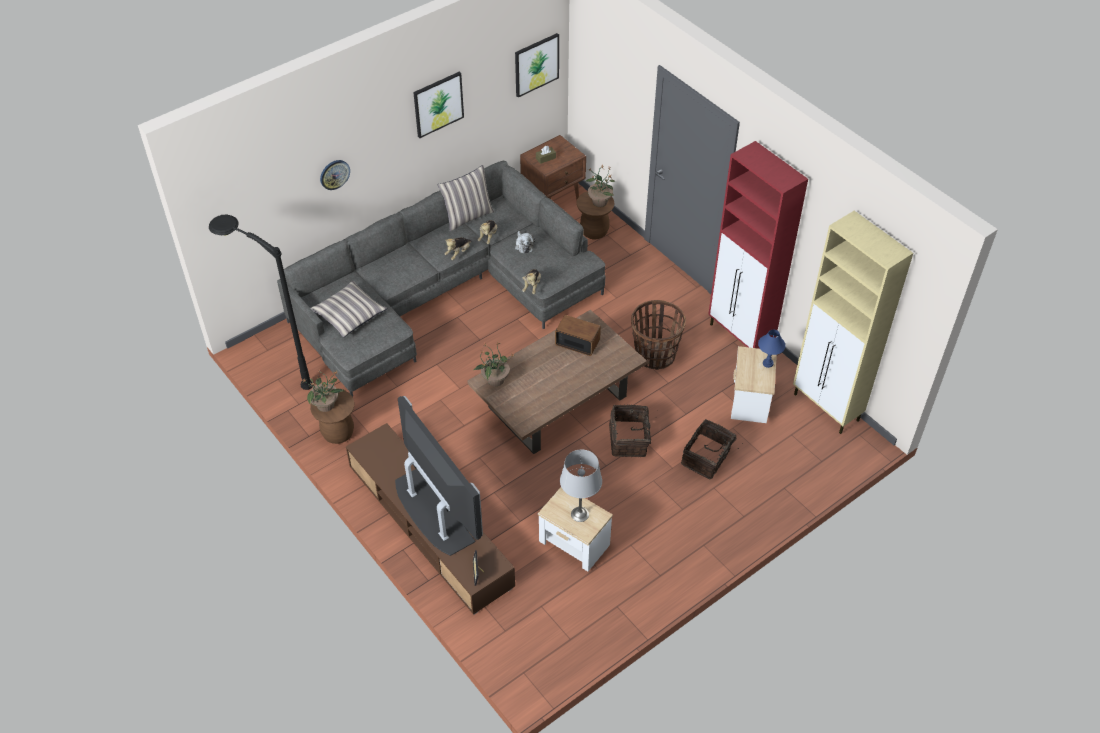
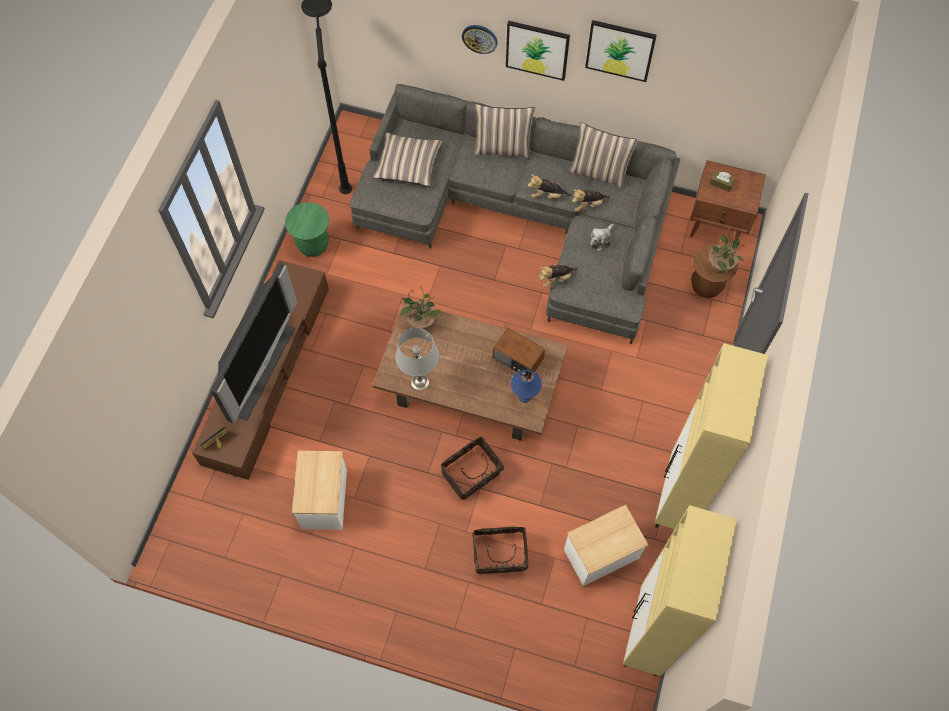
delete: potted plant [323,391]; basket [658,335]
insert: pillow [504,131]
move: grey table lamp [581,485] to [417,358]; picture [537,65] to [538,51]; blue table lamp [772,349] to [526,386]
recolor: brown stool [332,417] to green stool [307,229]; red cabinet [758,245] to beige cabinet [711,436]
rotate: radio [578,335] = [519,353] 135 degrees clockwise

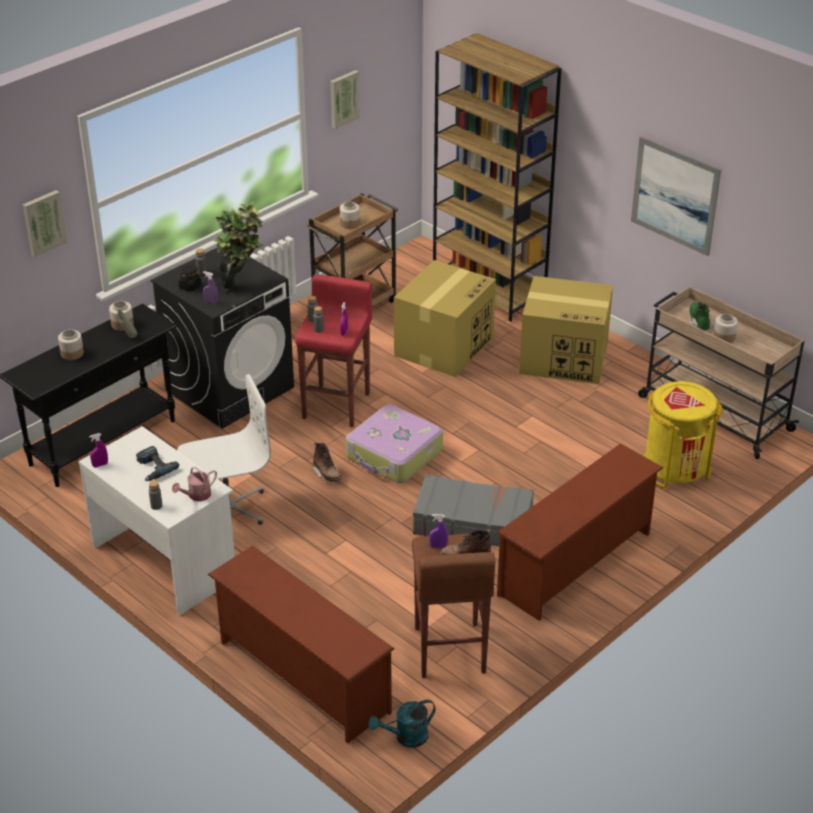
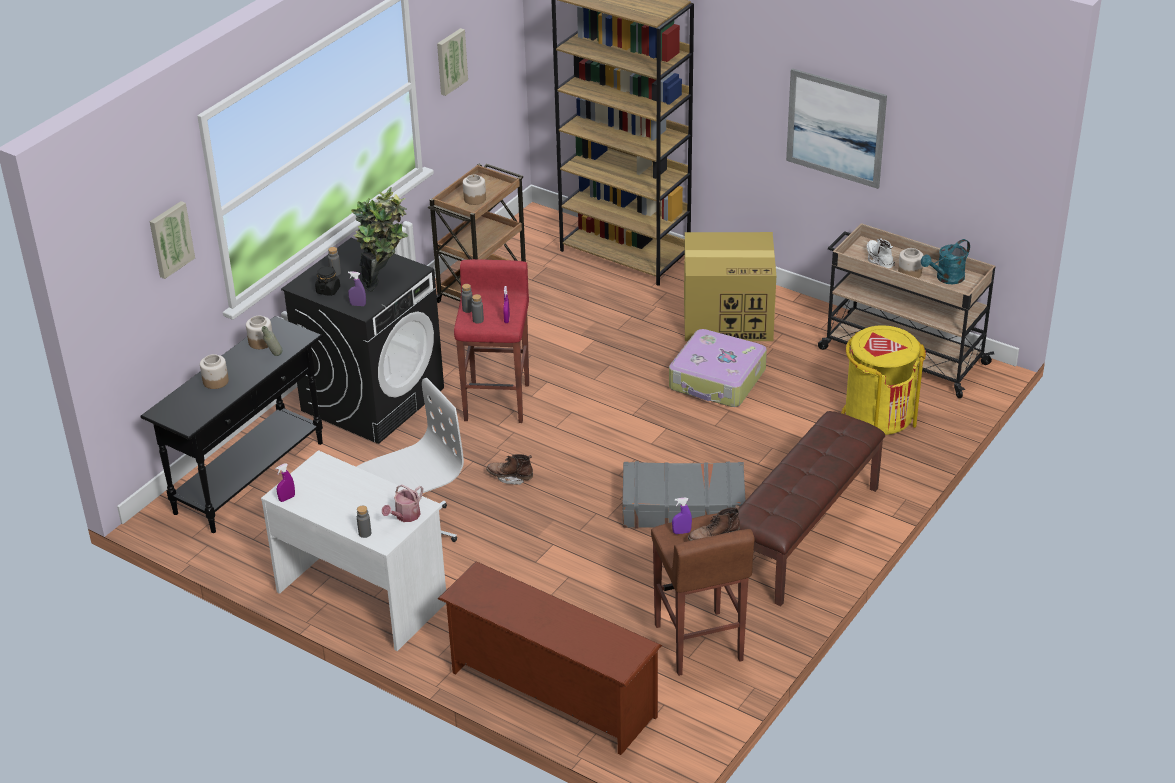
delete: power drill [157,463]; cardboard box [445,318]
move: suitcase [394,443] to [718,368]; turquoise watering can [401,723] to [945,261]
replace: brown shoe rack [580,532] to brown bench [811,508]
recolor: green boot [700,315] to white boot [881,253]
rotate: brown boot [327,462] = [509,469] 150 degrees clockwise

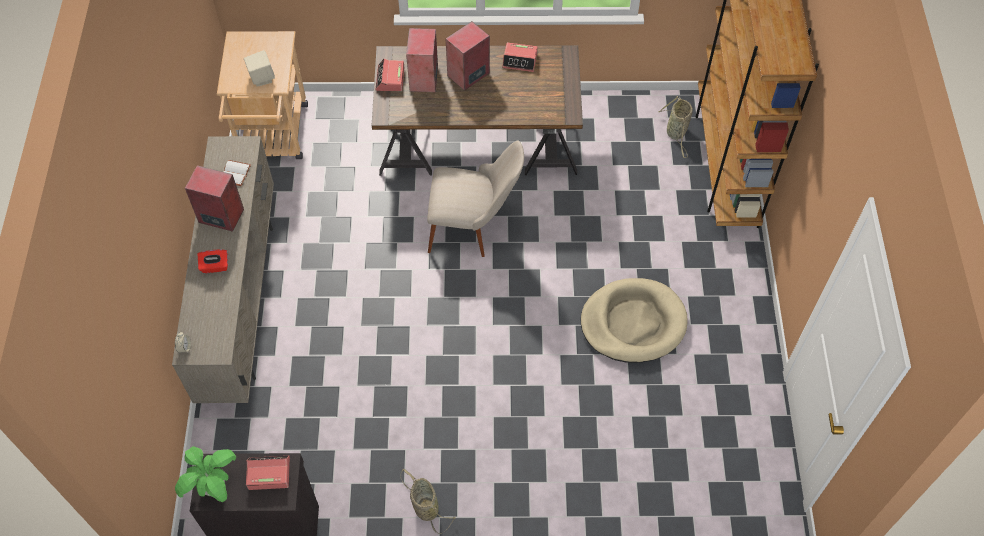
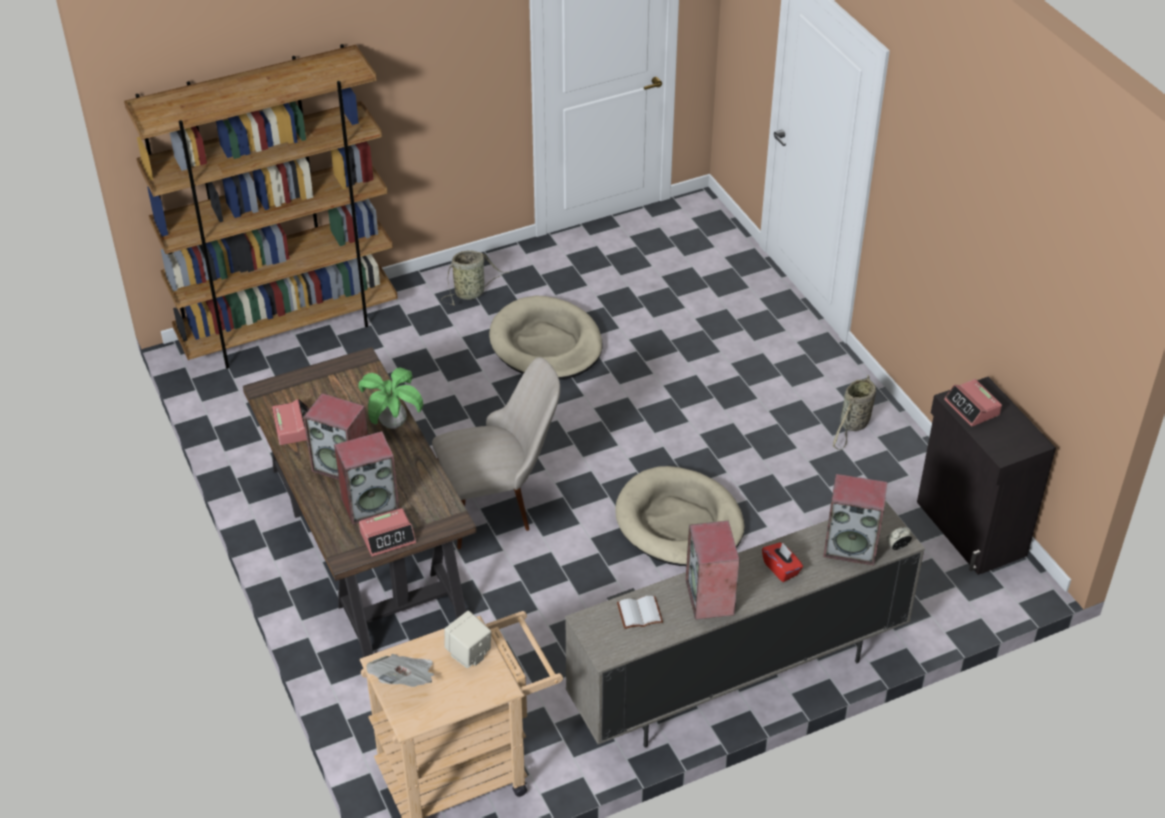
insert: newspaper [400,670]; beige dog bed [680,516]; speaker [855,519]
move: potted plant [205,474] to [390,398]; basket [676,127] to [475,278]
rotate: beige chair [475,199] = [496,453] 90 degrees clockwise

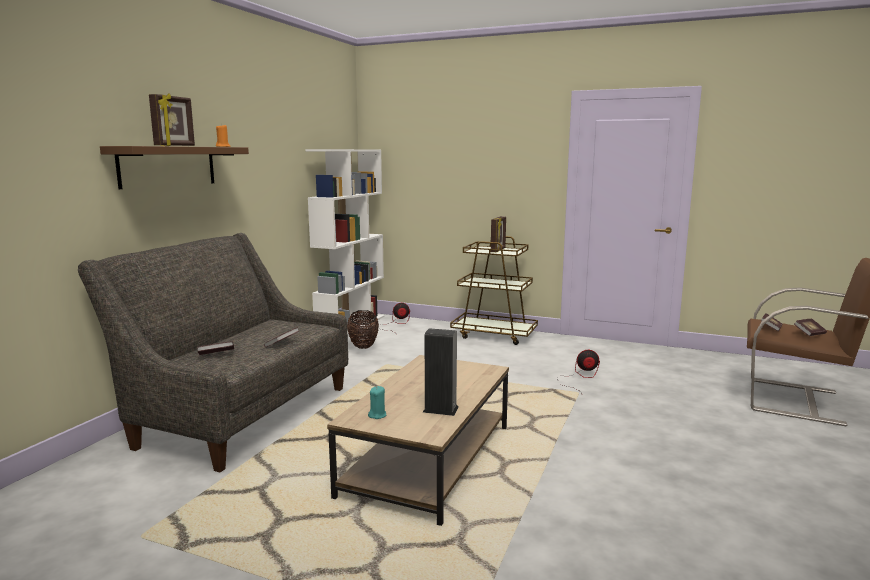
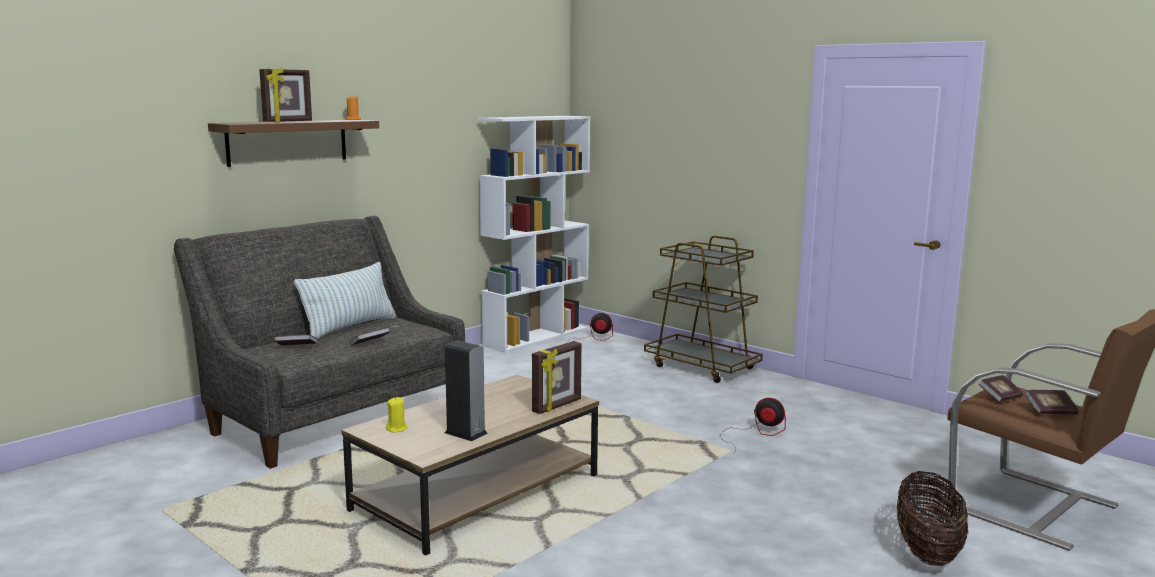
insert: pillow [345,300]
move: picture frame [498,234] to [556,377]; basket [363,329] to [932,518]
recolor: turquoise candle [377,402] to yellow candle [397,414]

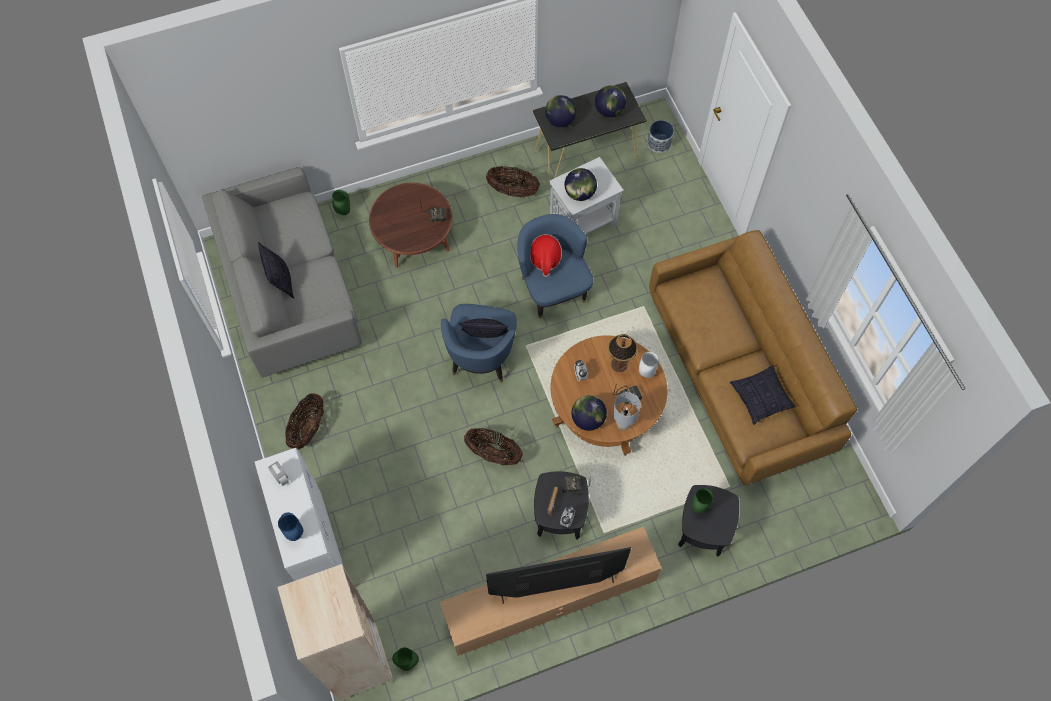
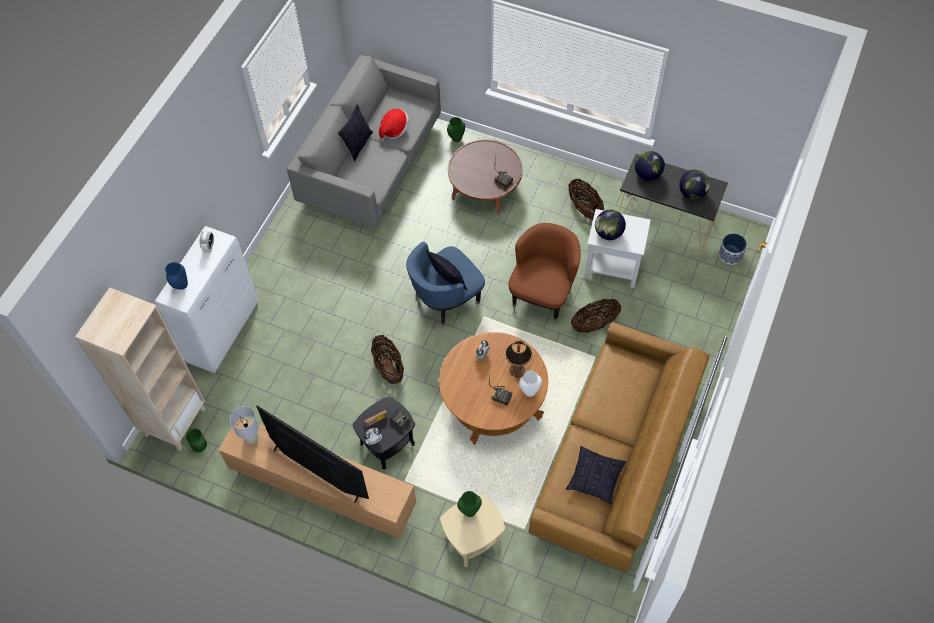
delete: globe [589,413]
move: grey table lamp [627,411] to [244,425]; hat [546,255] to [394,125]; basket [304,421] to [596,316]
recolor: black side table [708,521] to beige side table [472,530]; blue armchair [555,266] to brown armchair [544,272]

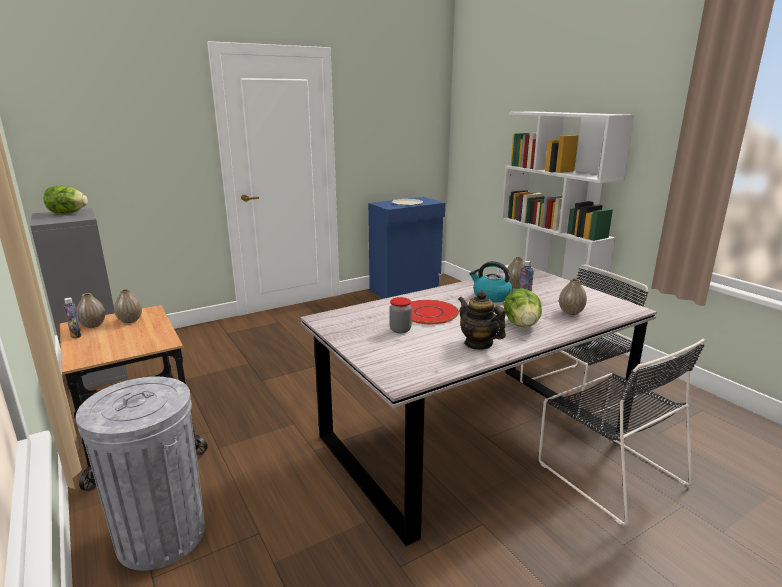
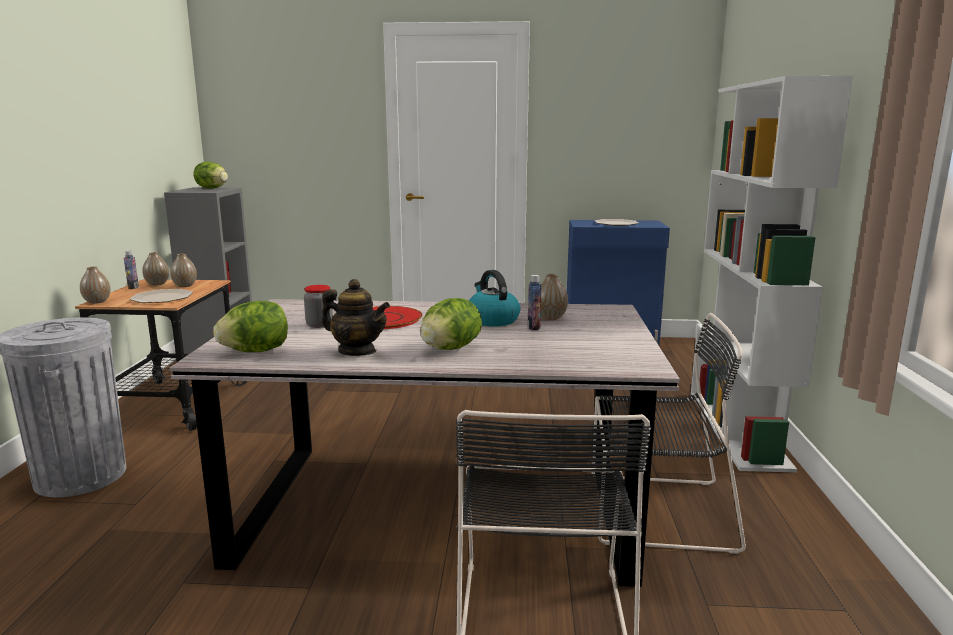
insert: plate [161,296]; lettuce [251,326]
move: vase [573,297] to [95,285]
rotate: teapot [482,320] = [356,317] 120 degrees clockwise

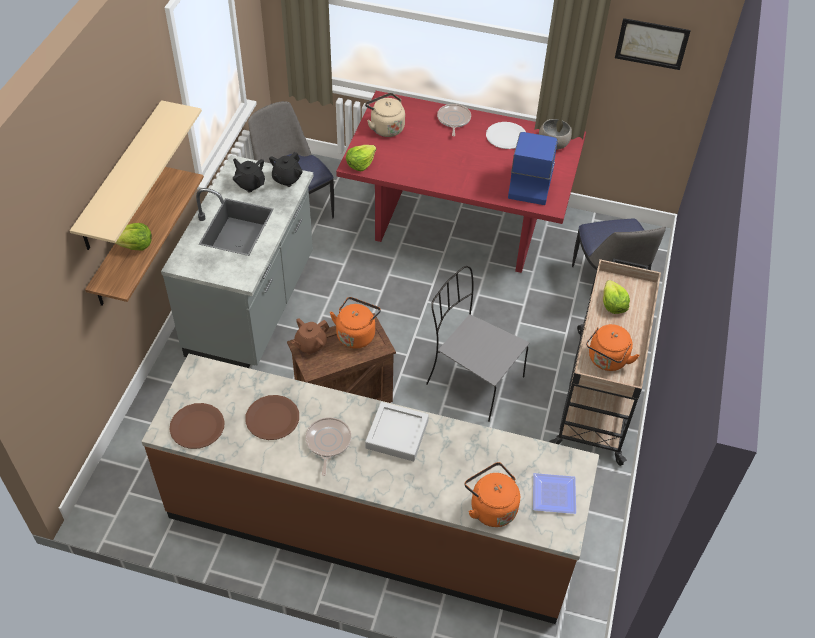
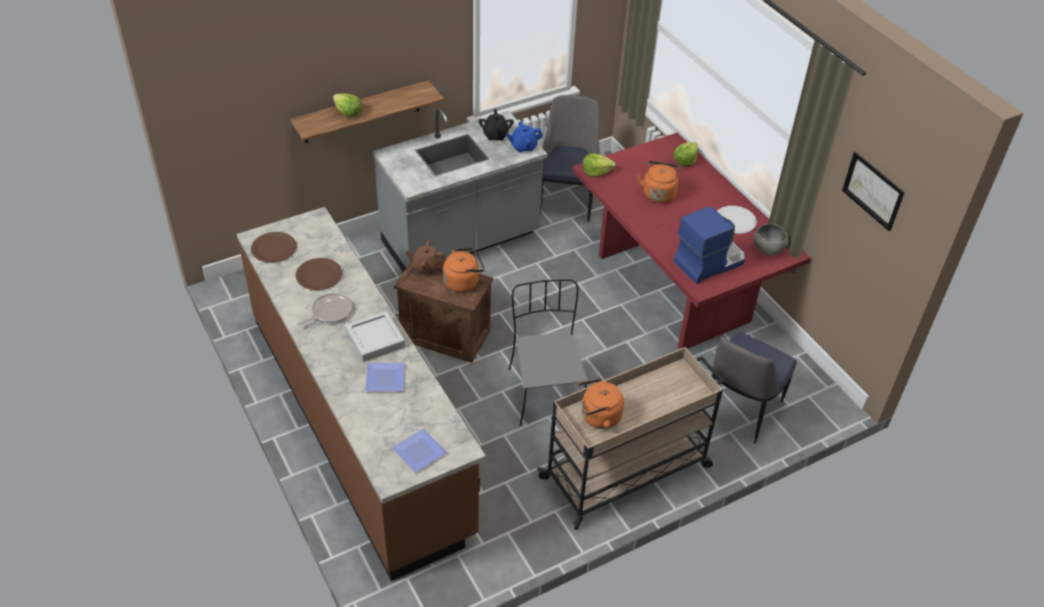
delete: beige shelf [136,175]; beige kettle [385,115]; frying pan [454,120]
insert: plate [385,377]
move: orange kettle [492,494] to [658,182]; lettuce [616,297] to [685,154]
recolor: black teapot [286,169] to blue teapot [524,137]

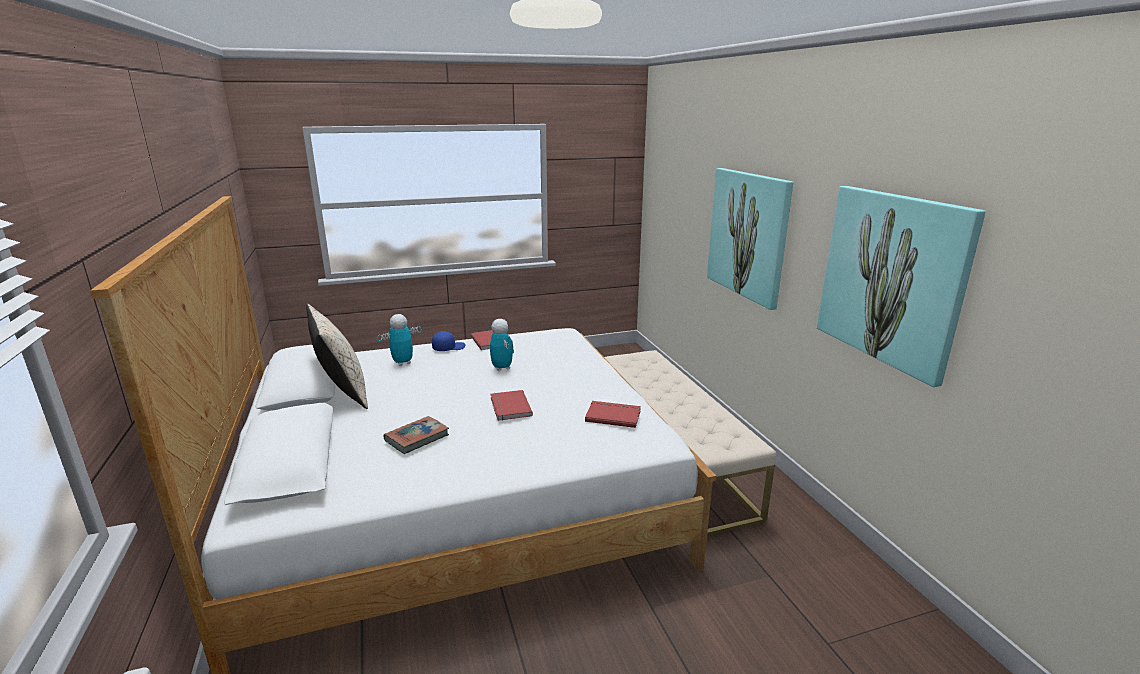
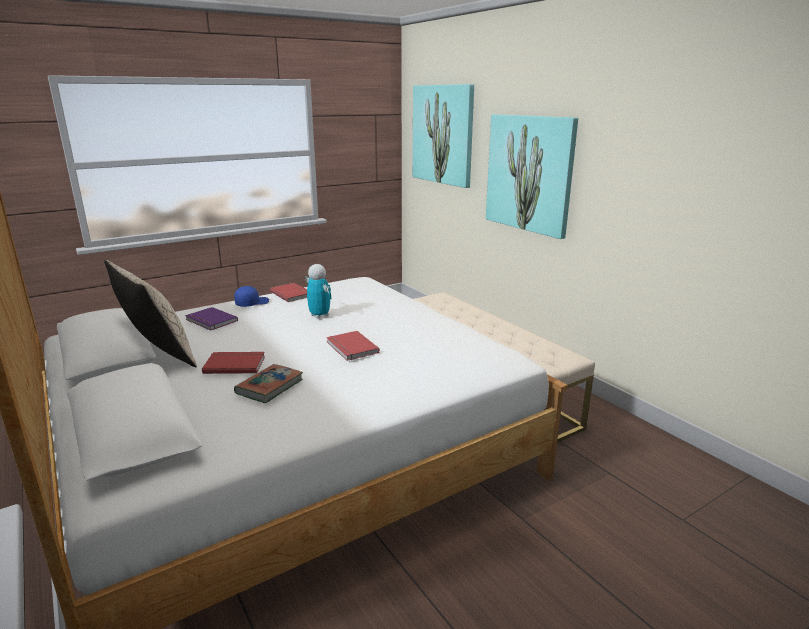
move: red book [613,414] to [233,363]; picture [901,286] to [443,136]
replace: toy robot [399,340] to purple book [211,319]

